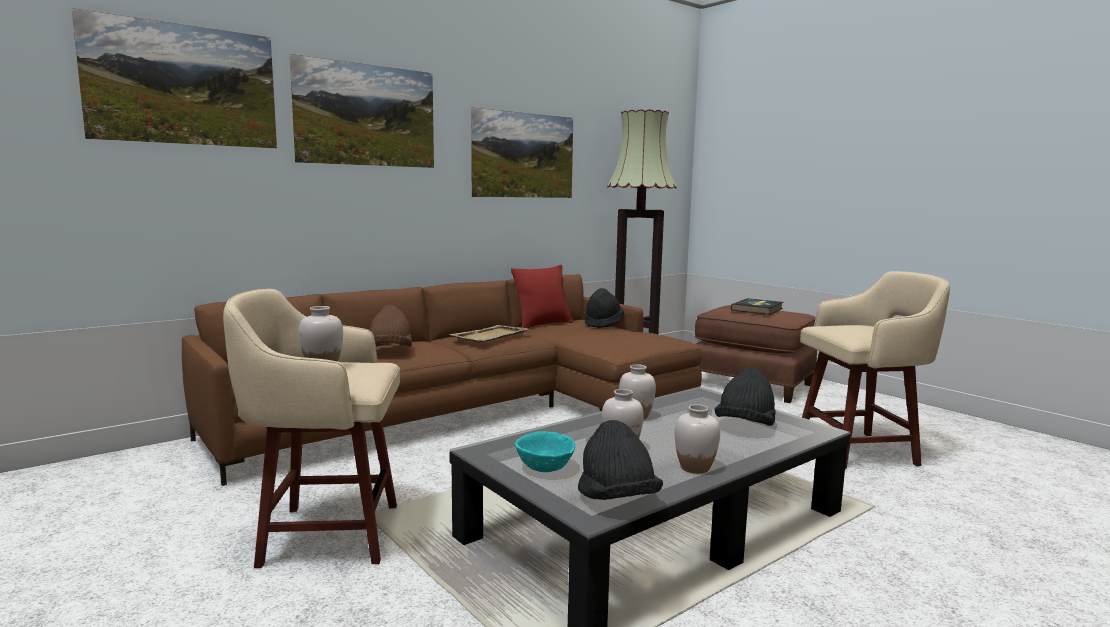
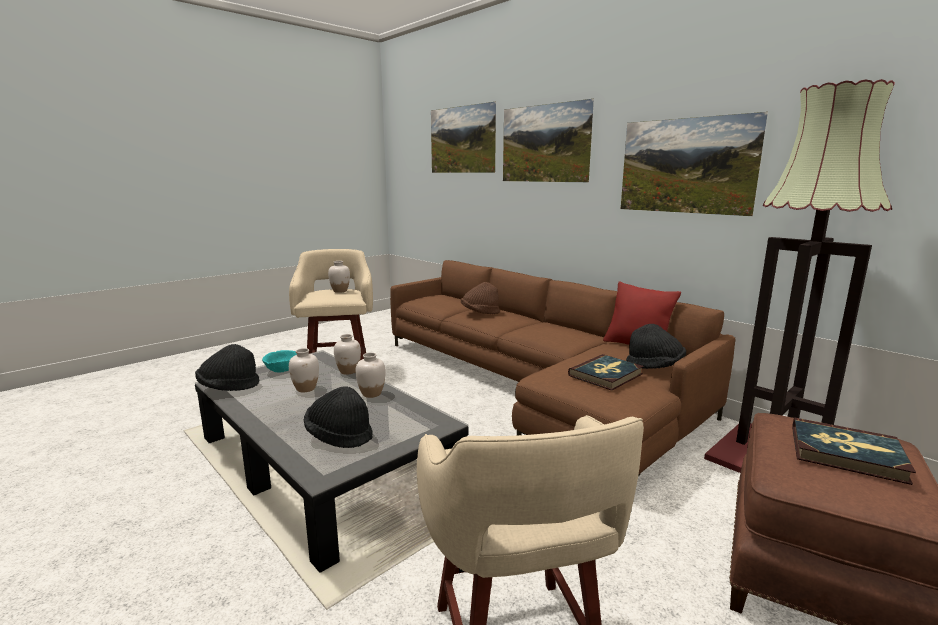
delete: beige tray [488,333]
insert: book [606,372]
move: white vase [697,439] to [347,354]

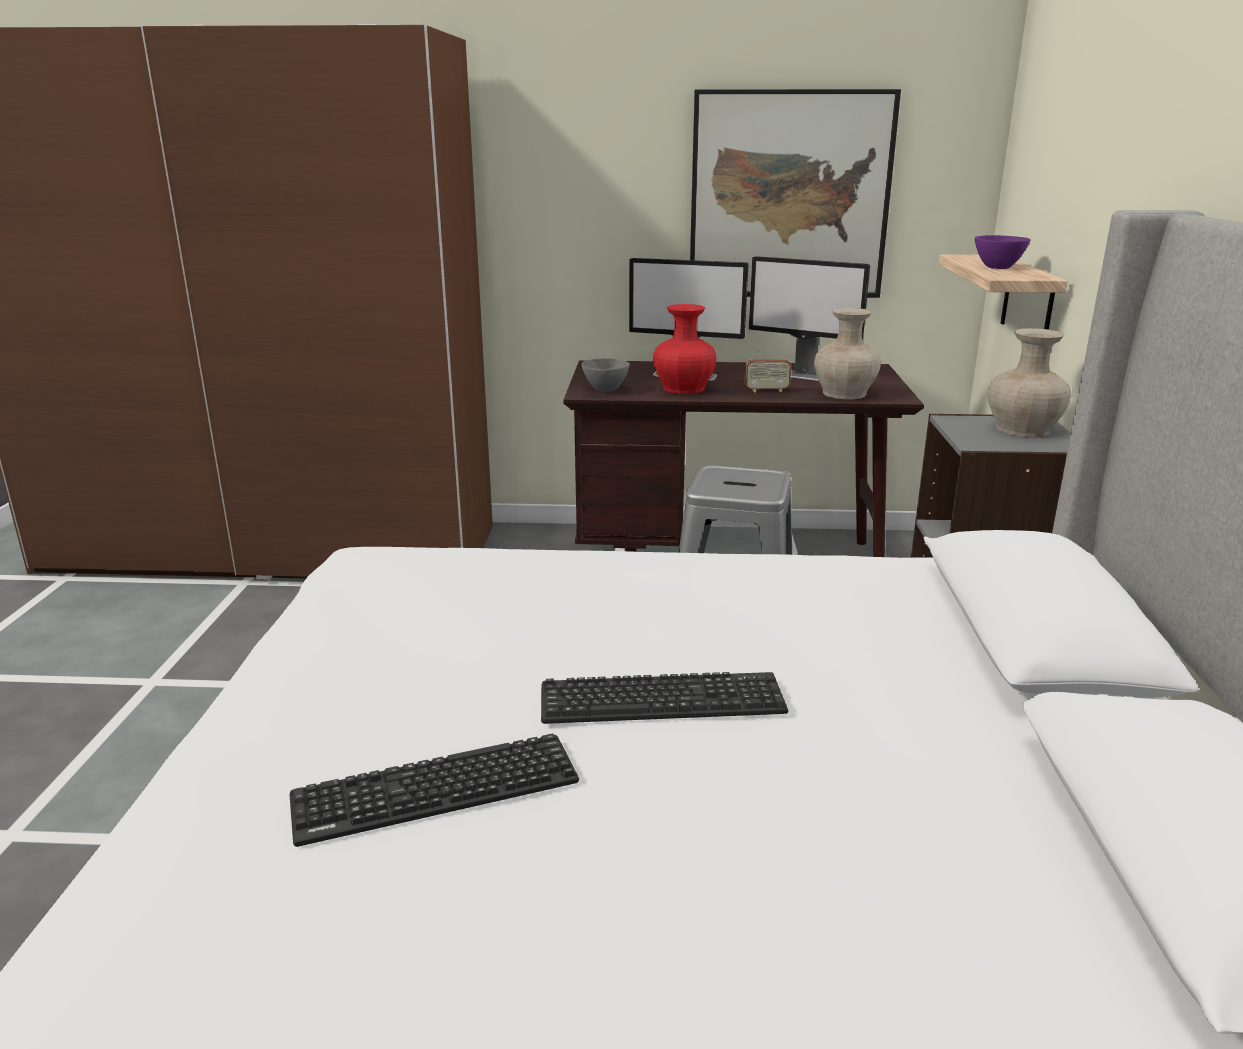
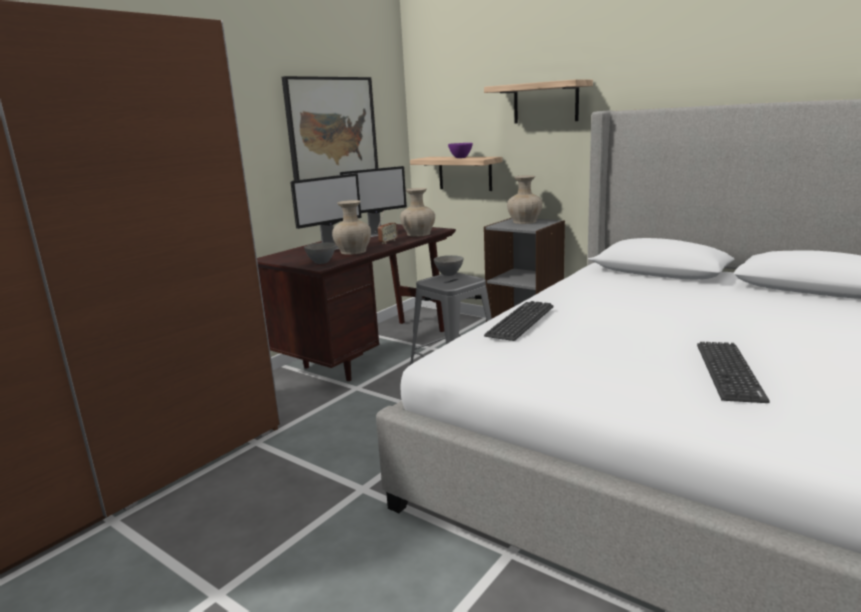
insert: grey bowl [449,265]; shelf [538,101]
move: keyboard [664,698] to [519,321]
recolor: red vase [684,349] to beige vase [351,227]

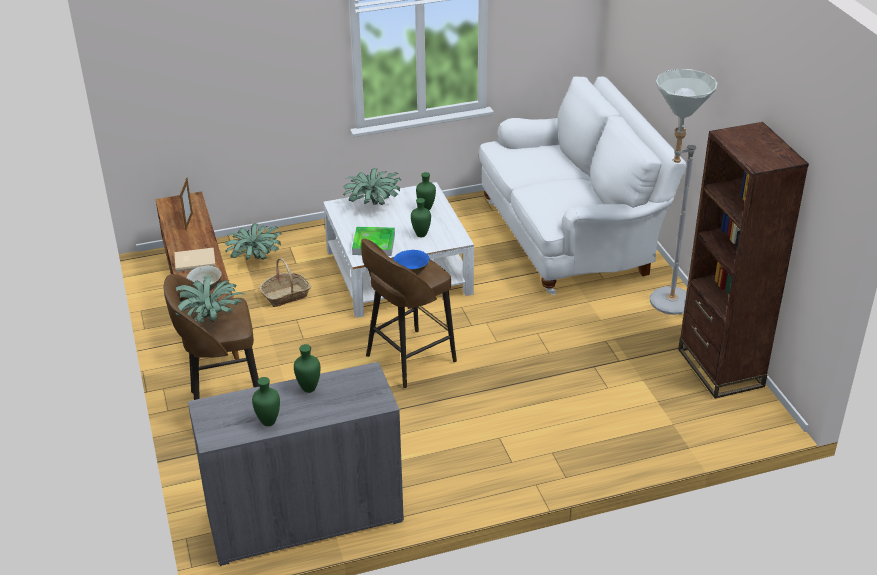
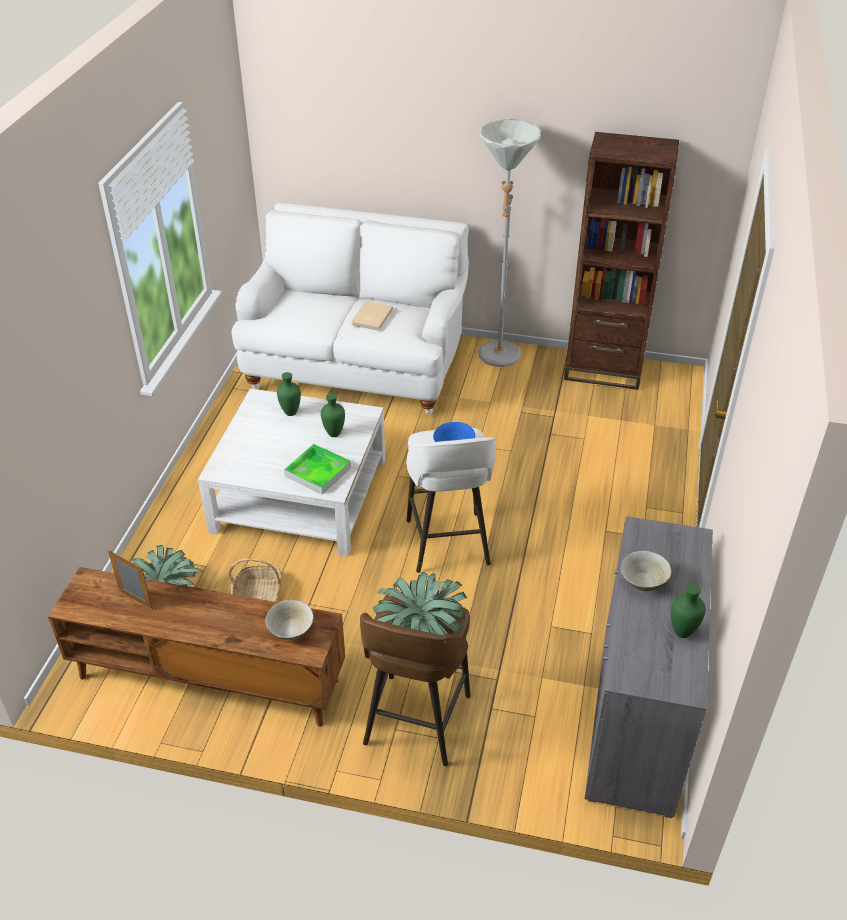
delete: potted plant [372,186]
move: beige book [195,260] to [372,316]
replace: green vase [307,368] to beige bowl [646,571]
recolor: brown stool [409,313] to white stool [451,500]

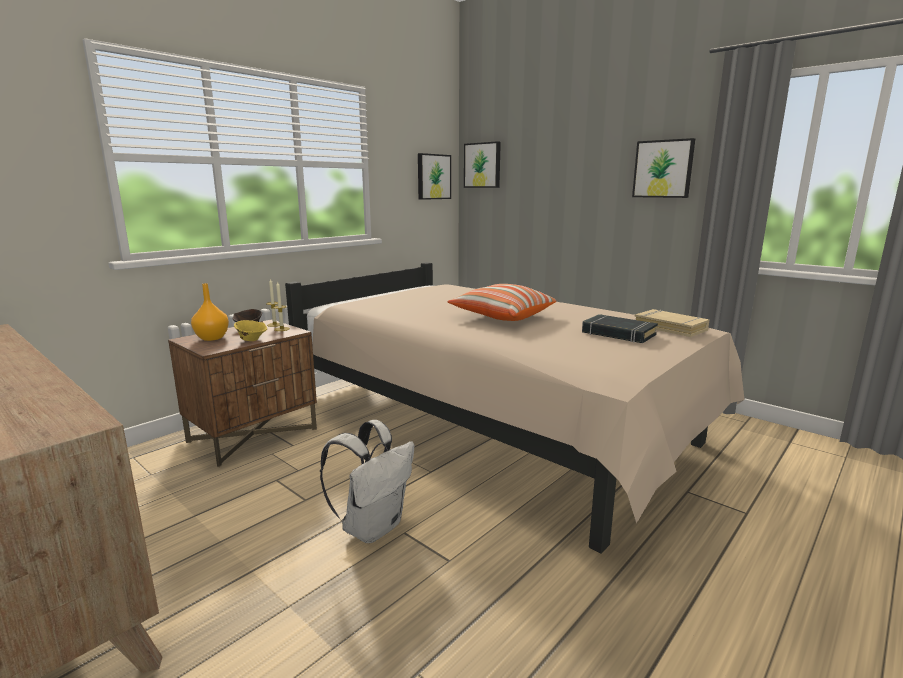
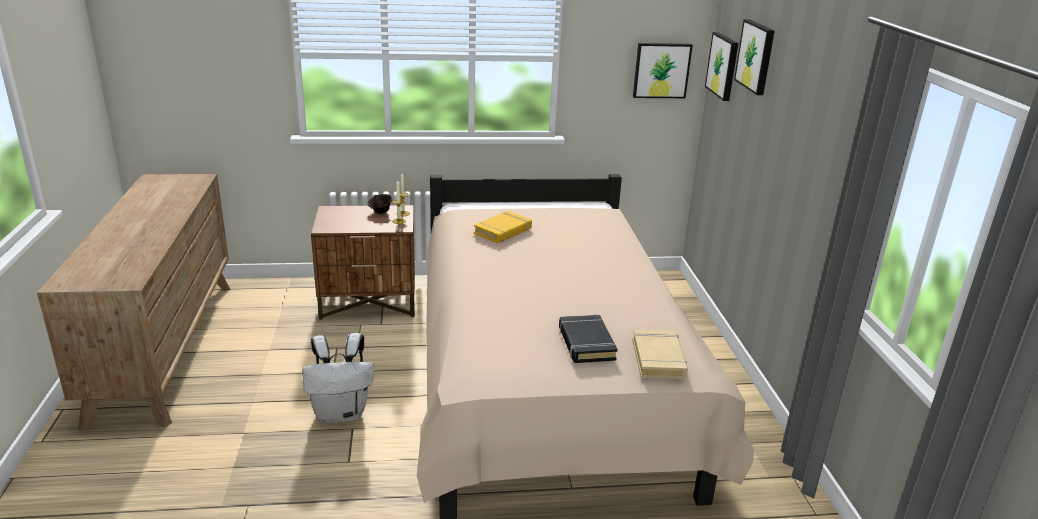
delete: orange vase [210,312]; yellow bowl [250,330]; pillow [501,302]
insert: yellow book [503,227]
move: picture [663,168] to [754,57]

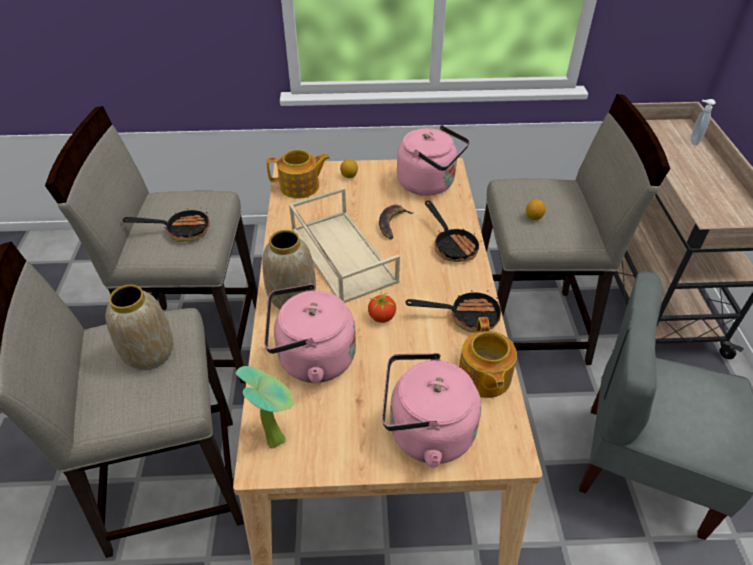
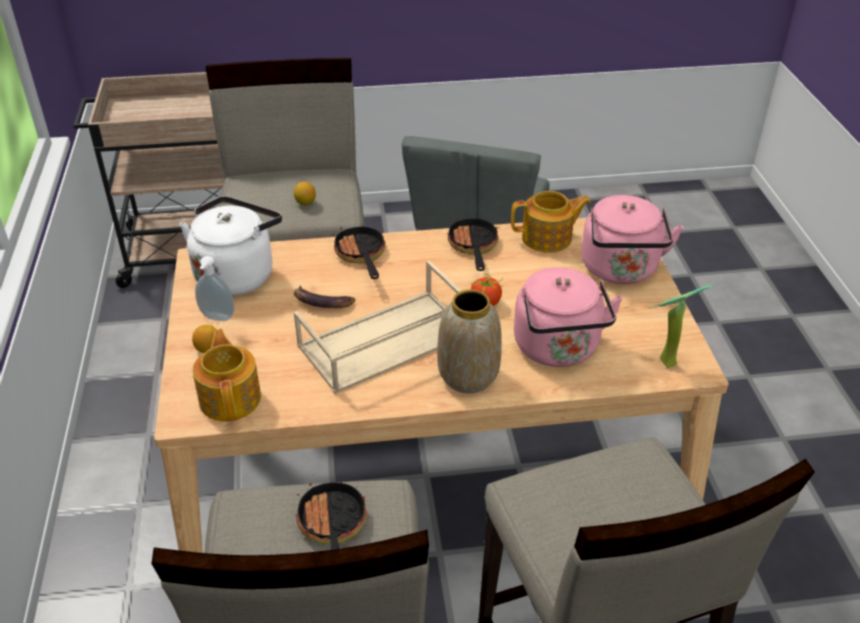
delete: vase [139,327]
move: soap dispenser [703,122] to [215,288]
recolor: pink kettle [433,160] to white kettle [230,246]
rotate: frying pan [453,231] = [359,253] 75 degrees counterclockwise

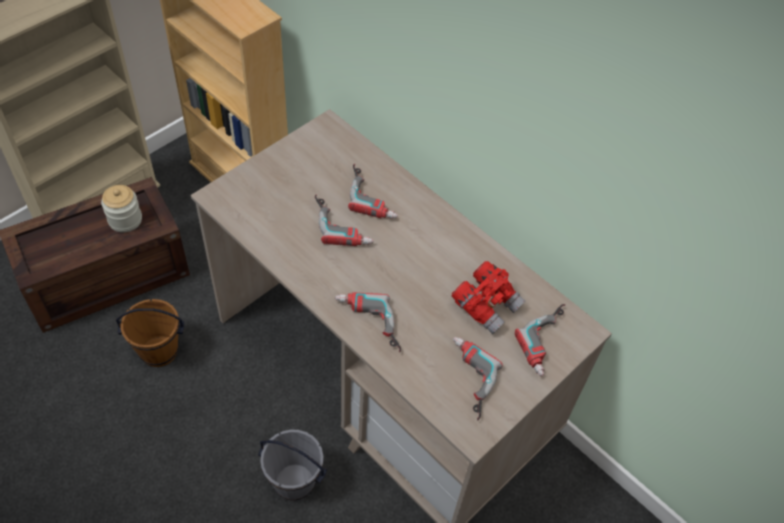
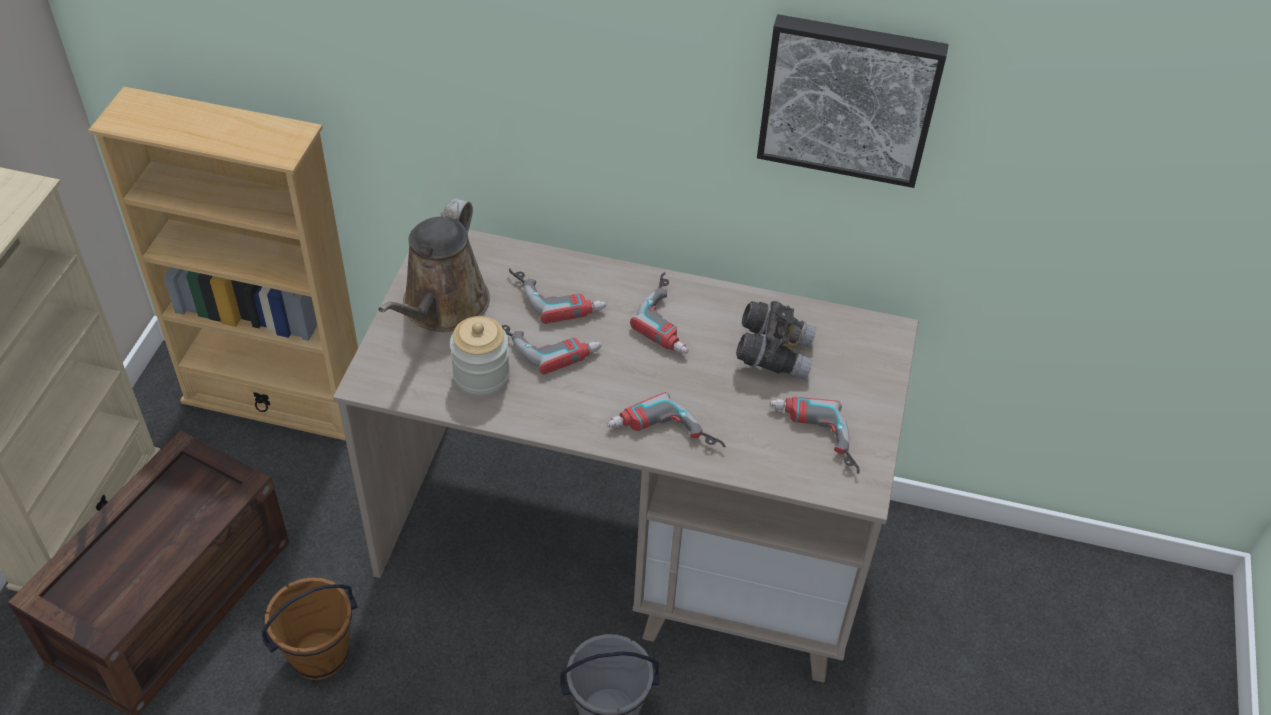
insert: brown watering can [434,265]; picture [853,101]
move: jar [121,209] to [480,356]; power drill [540,340] to [659,313]
recolor: red binoculars [488,297] to grey binoculars [776,340]

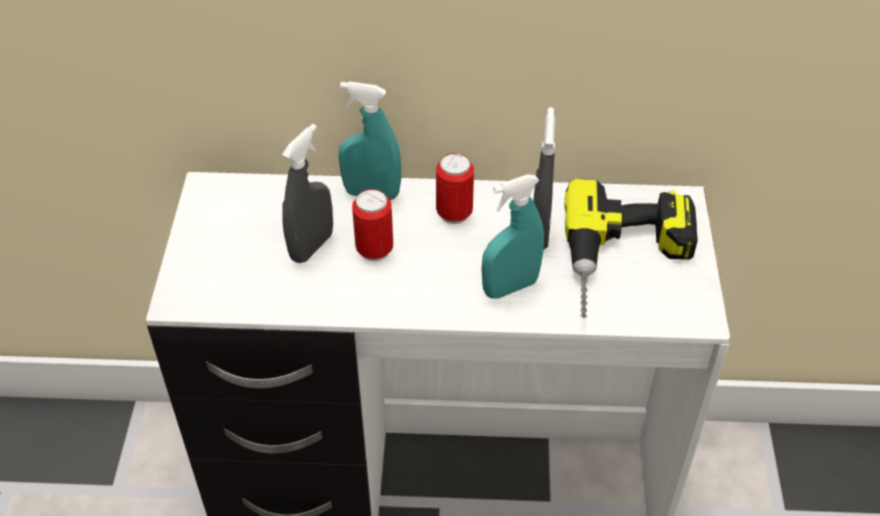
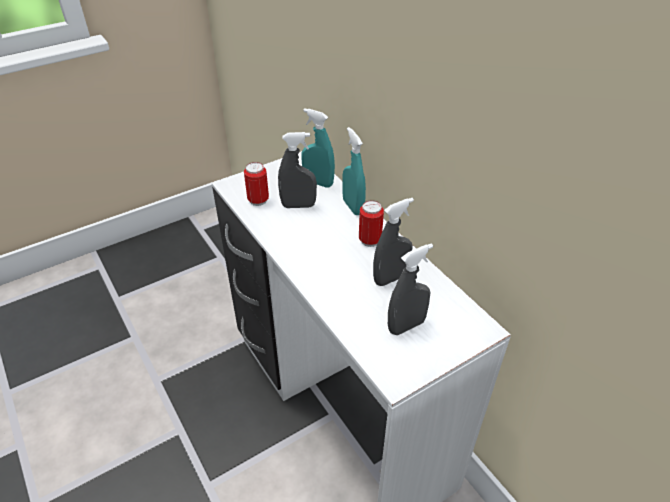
move: can [372,225] to [256,184]; turquoise spray bottle [512,236] to [318,148]
replace: power drill [631,248] to grey spray bottle [410,289]

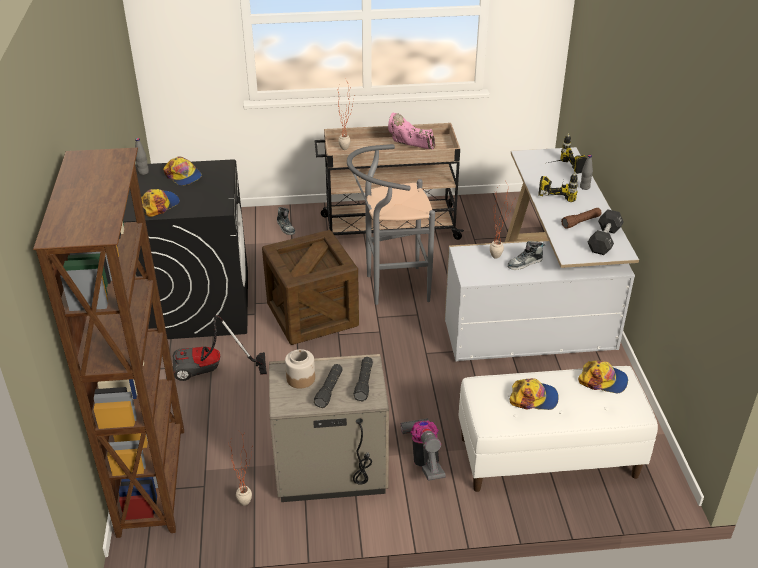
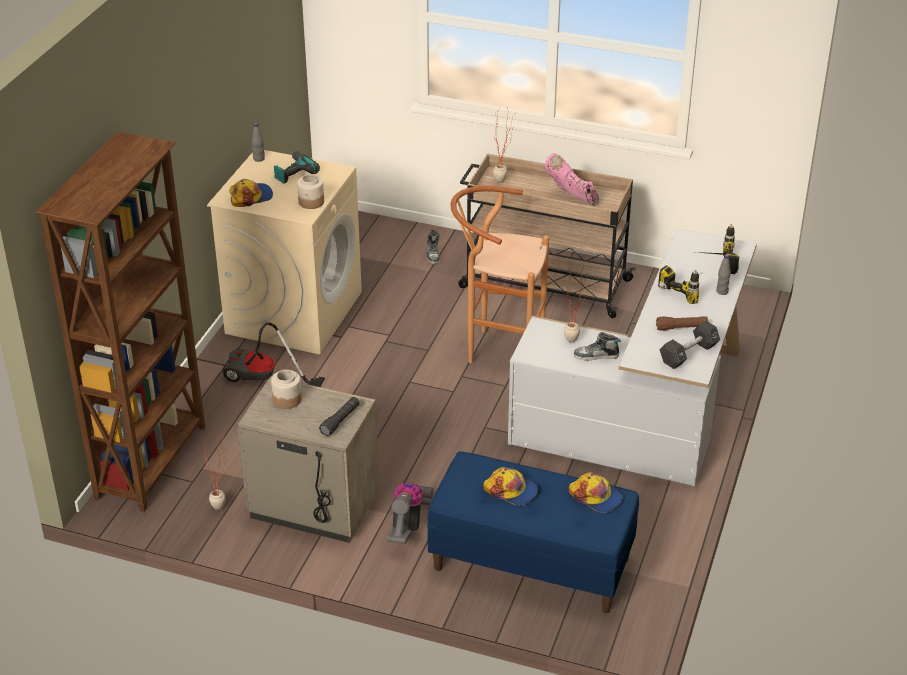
delete: crate [310,287]; black flashlight [328,386]
insert: jar [310,191]
replace: cap [182,171] to power drill [297,167]
recolor: black washing machine [185,249] to beige washing machine [284,252]; white bench [558,429] to blue bench [533,532]; grey stool [391,224] to brown stool [500,274]

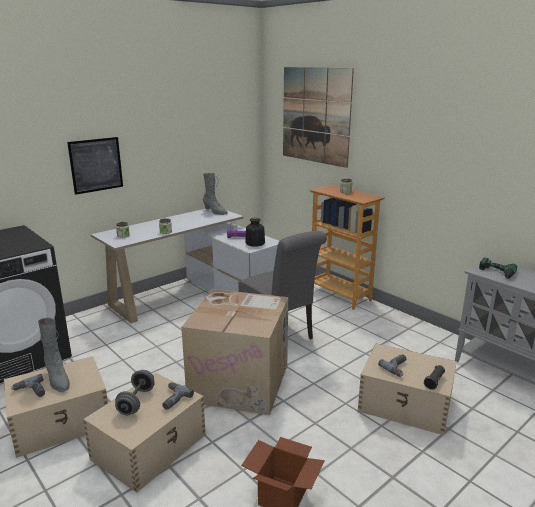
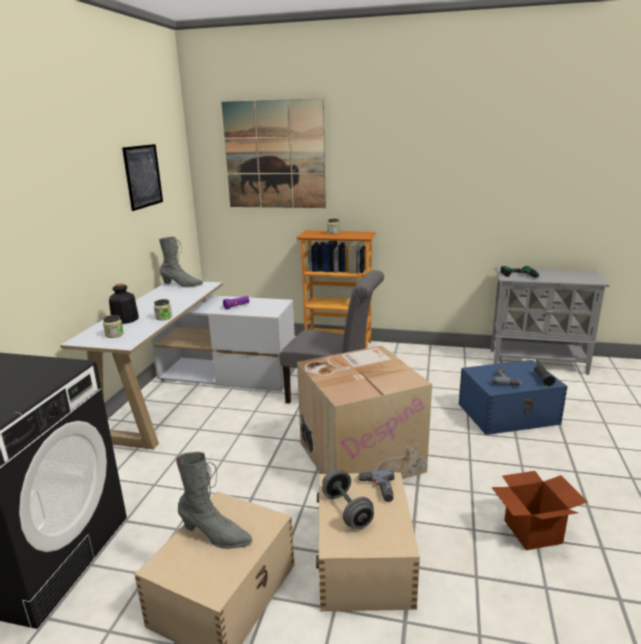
delete: power drill [28,385]
move: bottle [255,231] to [124,304]; picture [95,166] to [142,177]
recolor: beige storage box [407,389] to blue storage box [513,397]

